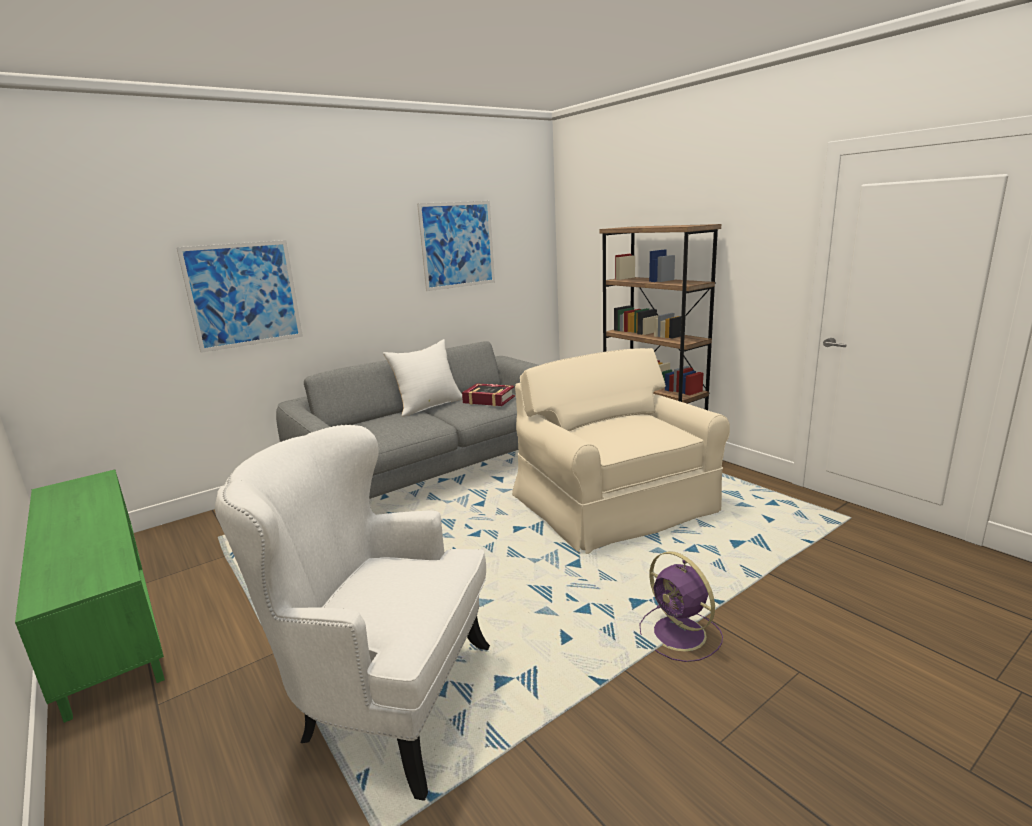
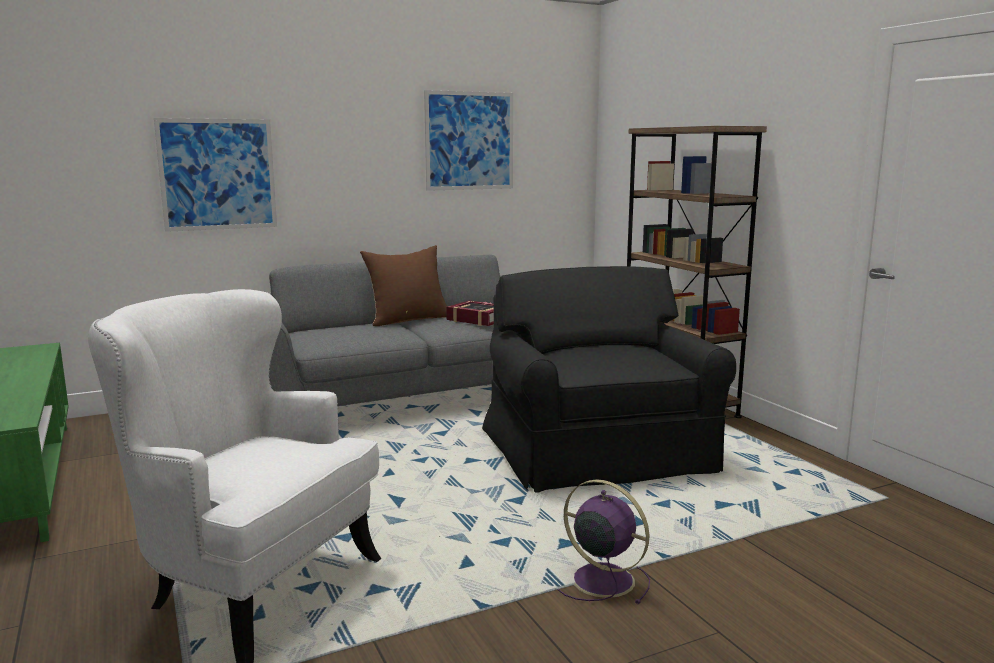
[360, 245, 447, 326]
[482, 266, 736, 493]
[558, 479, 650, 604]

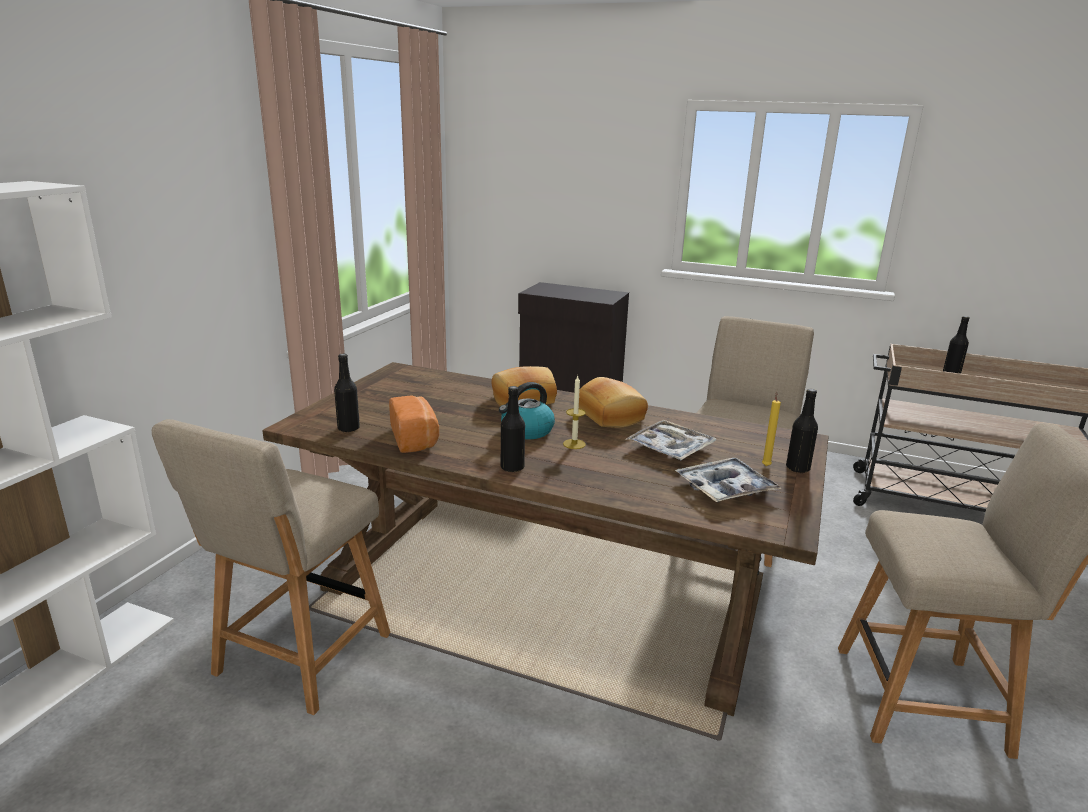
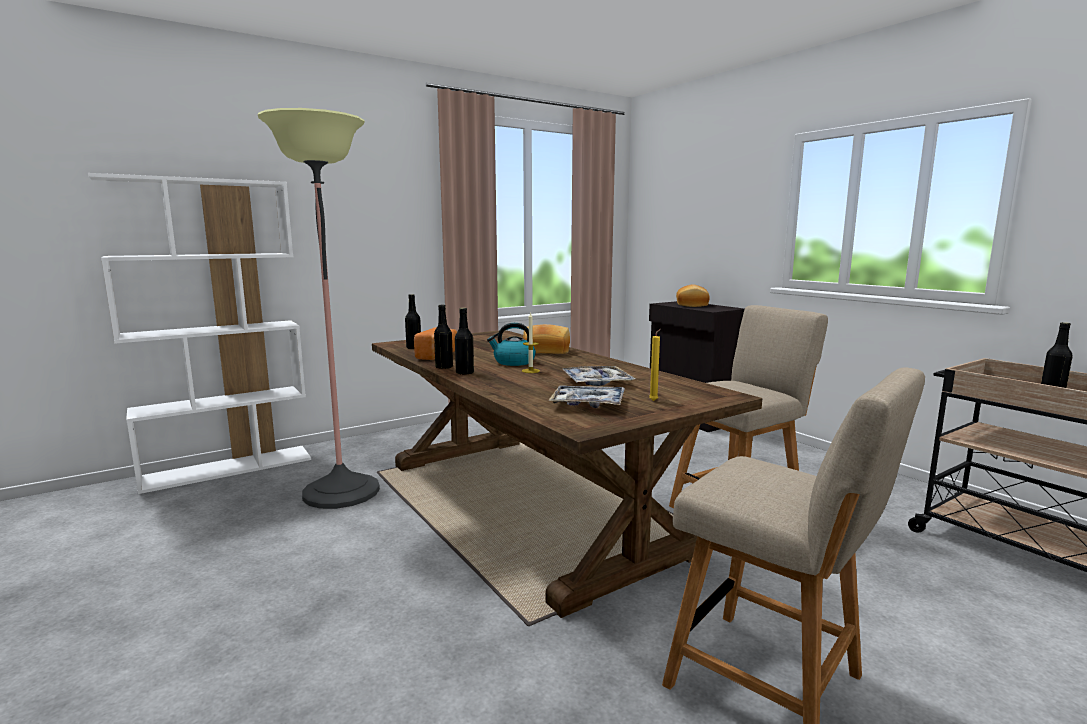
[676, 284, 710, 307]
[434, 305, 453, 369]
[258, 108, 380, 509]

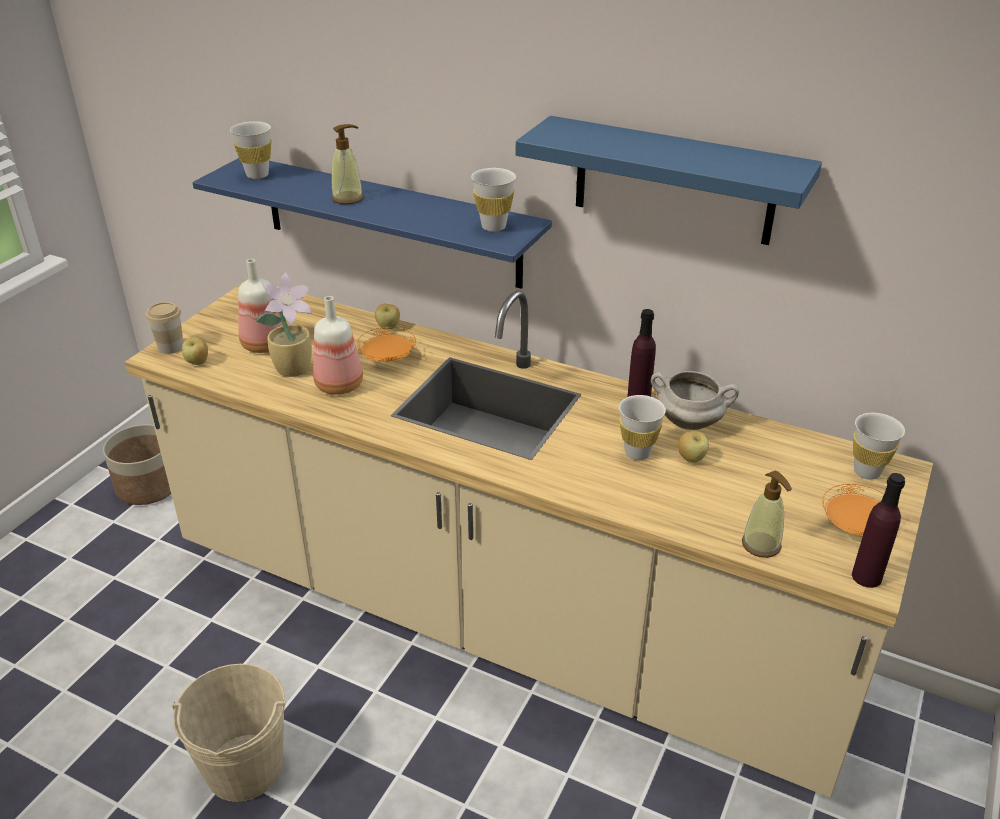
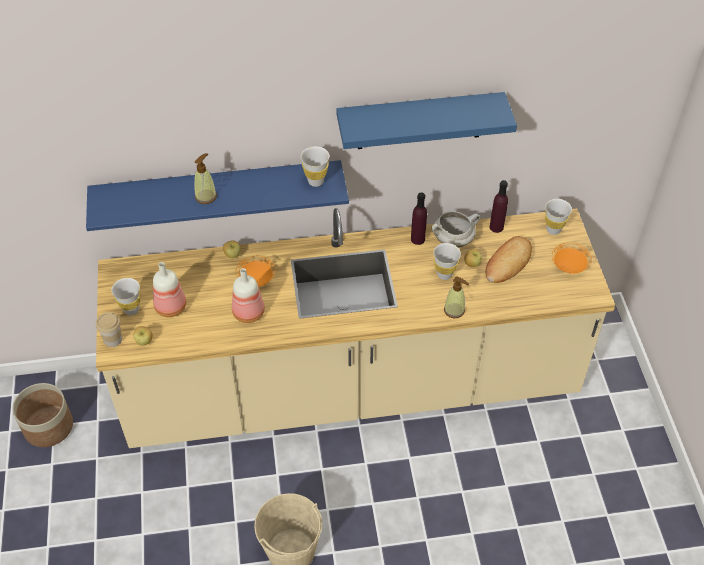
[111, 278, 140, 315]
[256, 272, 312, 377] (first image)
[444, 277, 469, 318]
[490, 180, 508, 233]
[485, 236, 532, 283]

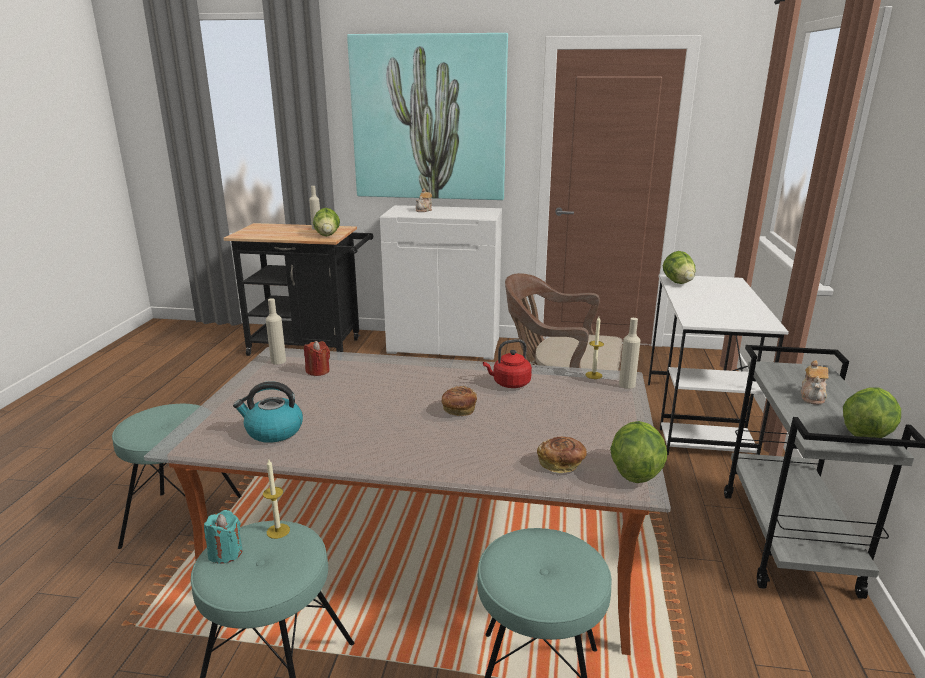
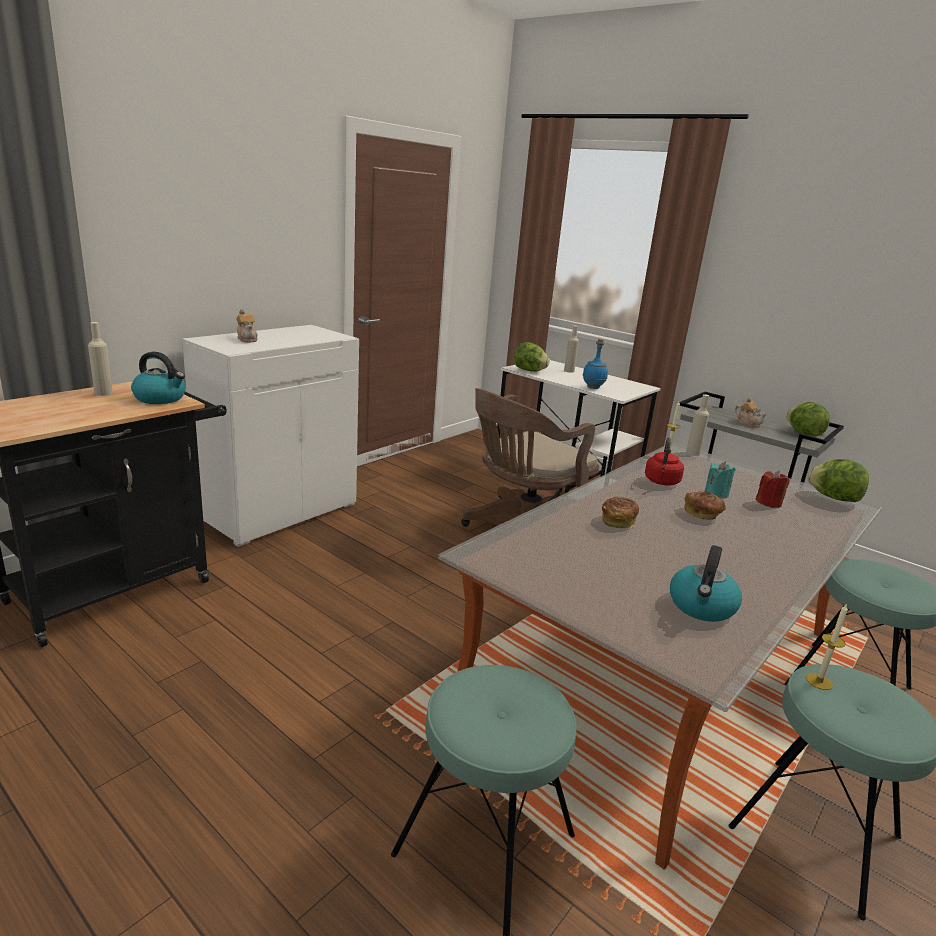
[347, 33, 508, 200] (first image)
[131, 352, 186, 404]
[564, 326, 579, 373]
[755, 471, 789, 508]
[602, 497, 639, 528]
[704, 461, 735, 498]
[583, 339, 608, 389]

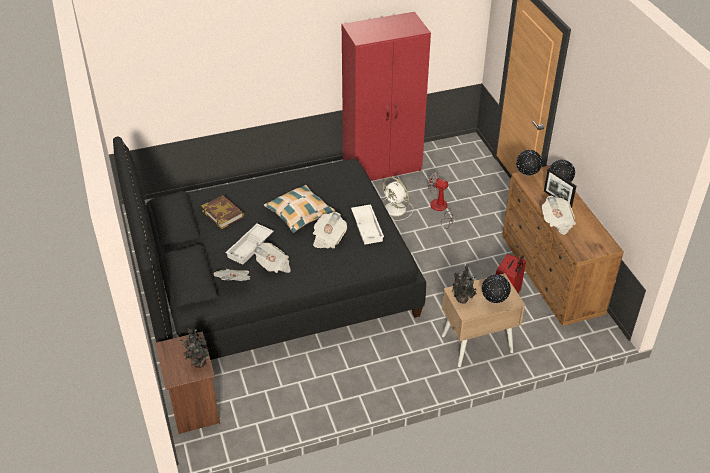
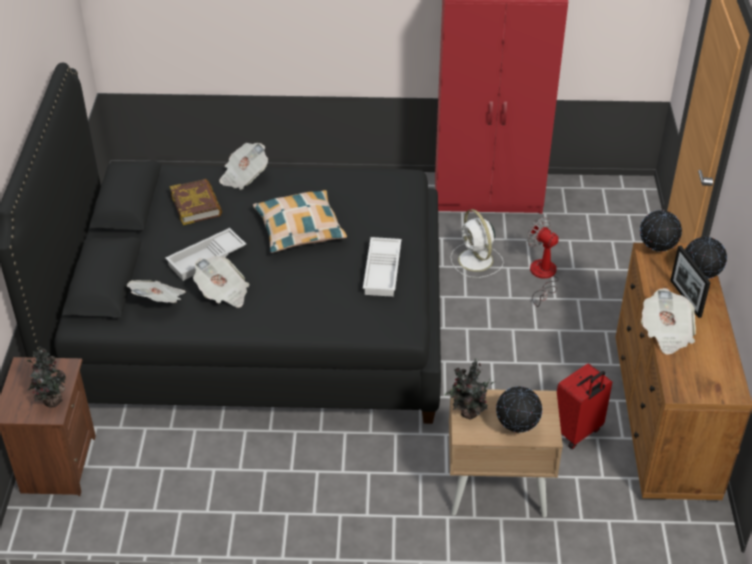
[219, 143, 268, 190]

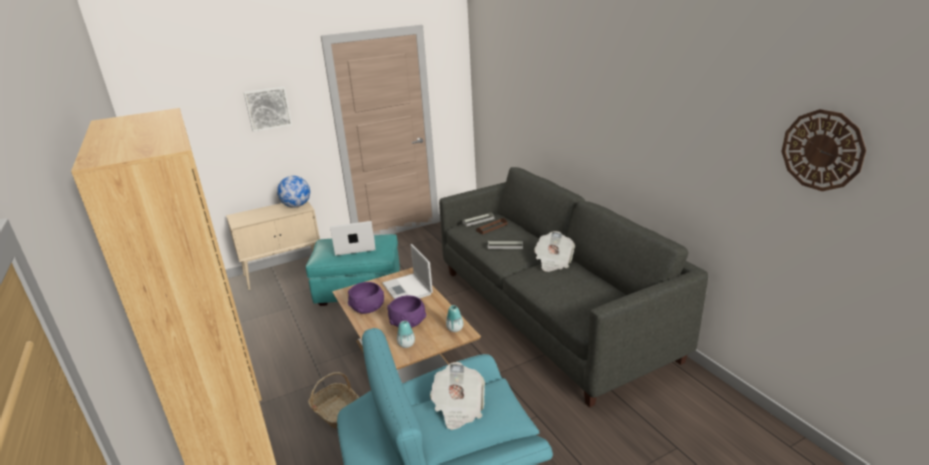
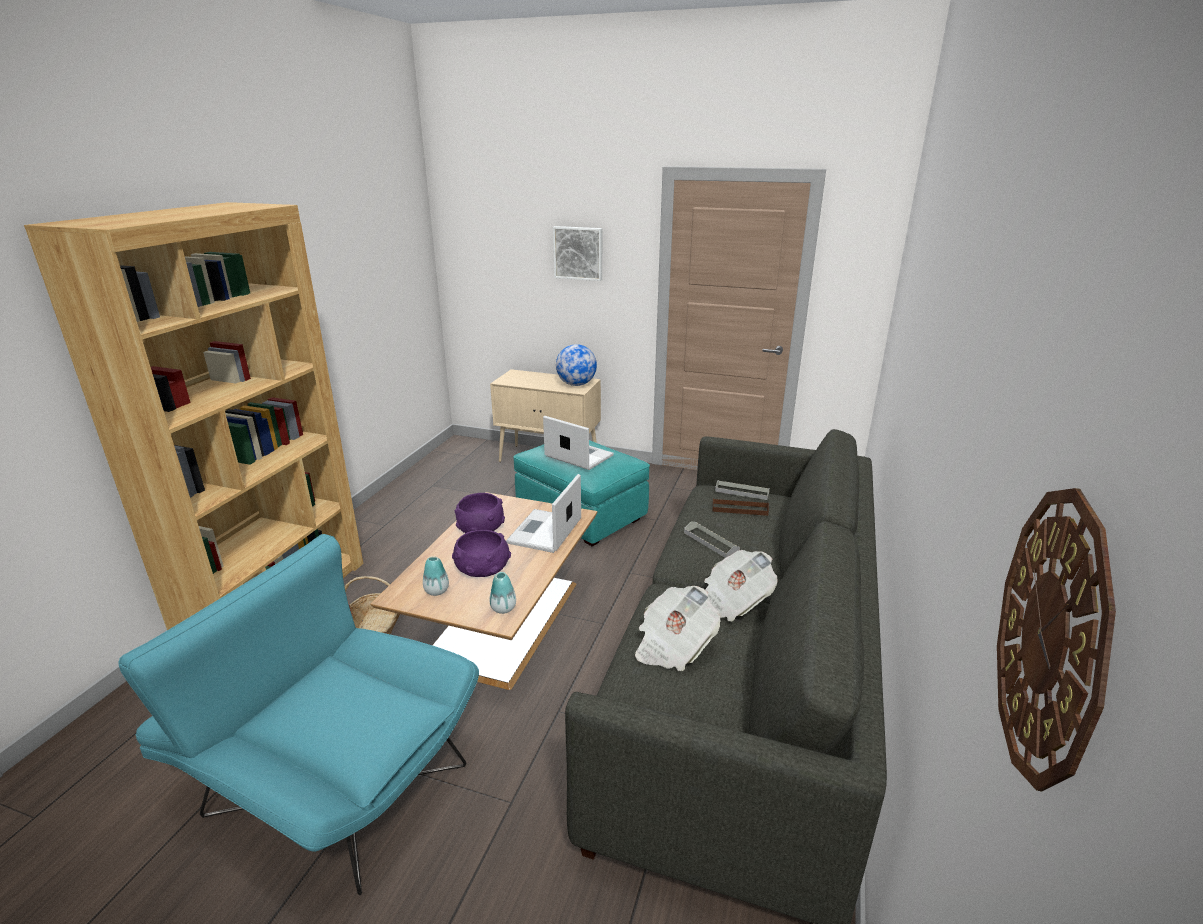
[635, 586, 720, 671]

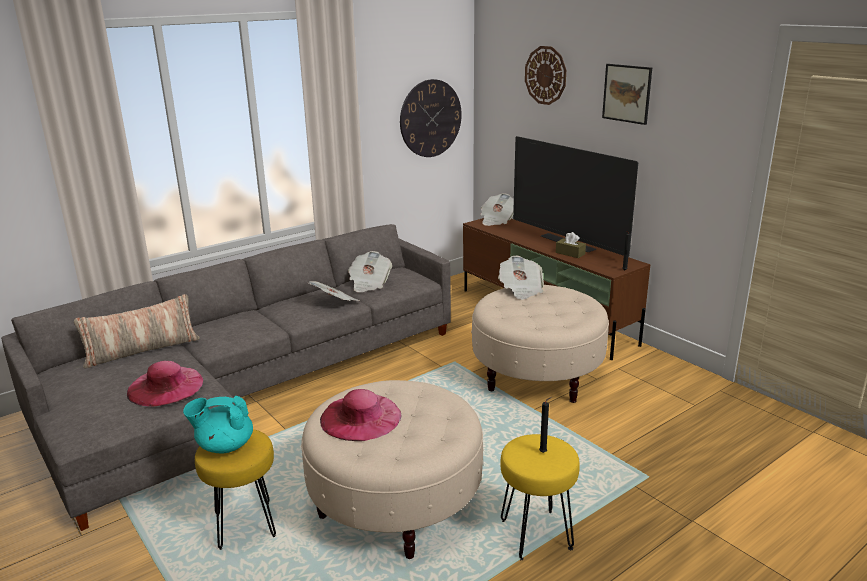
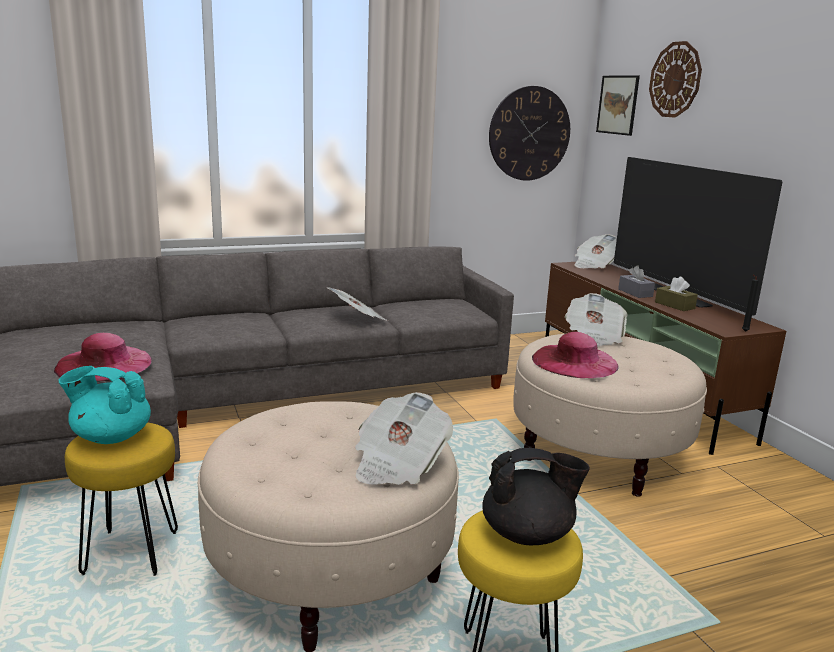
[596, 75, 640, 136]
[355, 392, 453, 485]
[74, 294, 200, 368] (first image)
[532, 332, 619, 378]
[482, 448, 590, 545]
[618, 265, 655, 298]

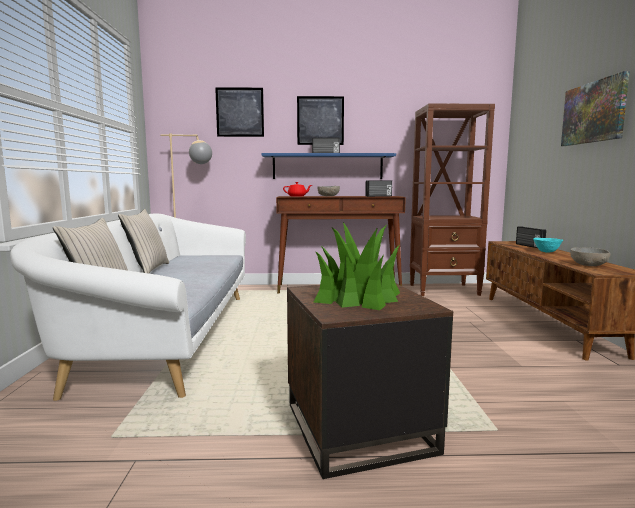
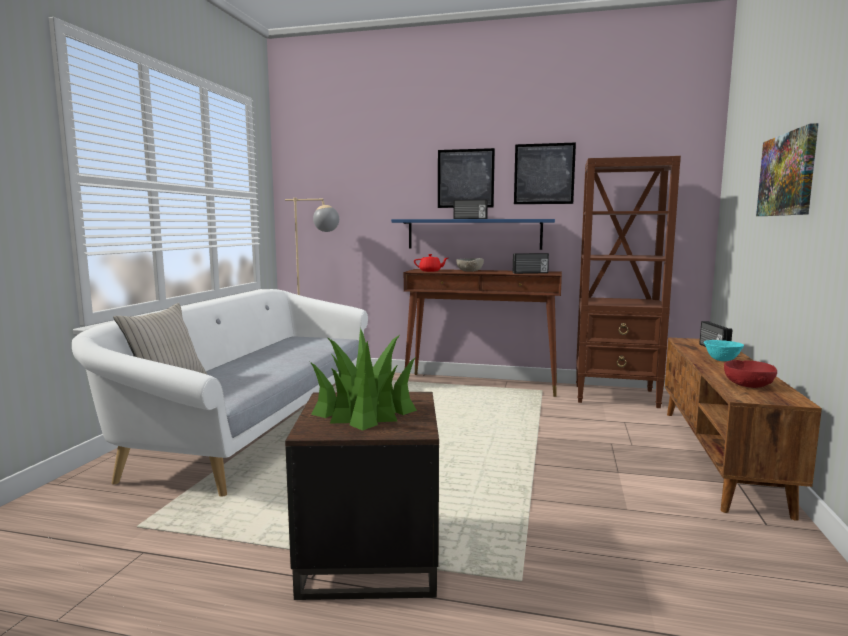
[514, 143, 576, 204]
[118, 209, 169, 273] (first image)
[724, 360, 777, 388]

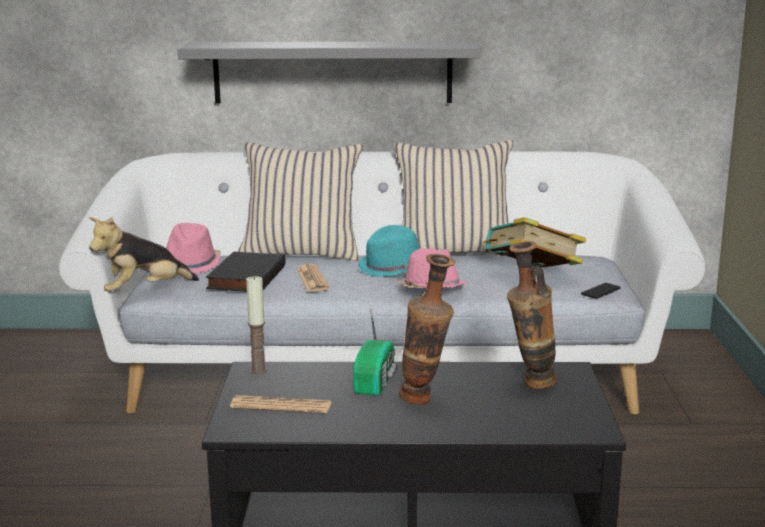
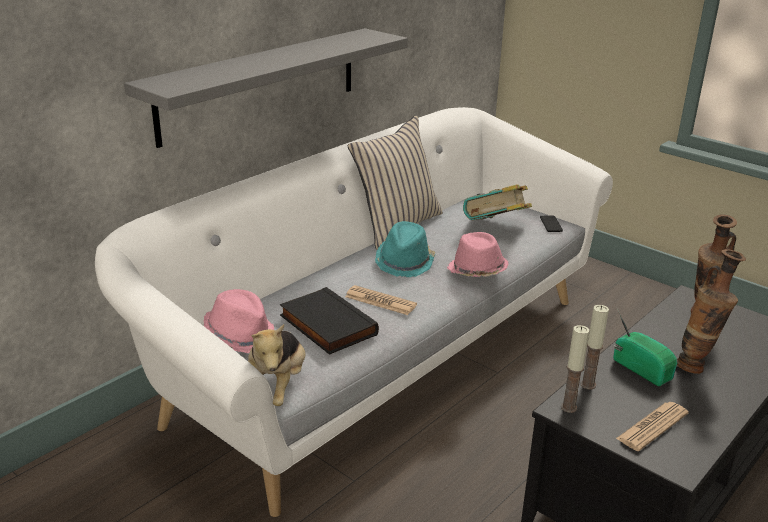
[238, 143, 363, 261] (first image)
[580, 305, 609, 390]

